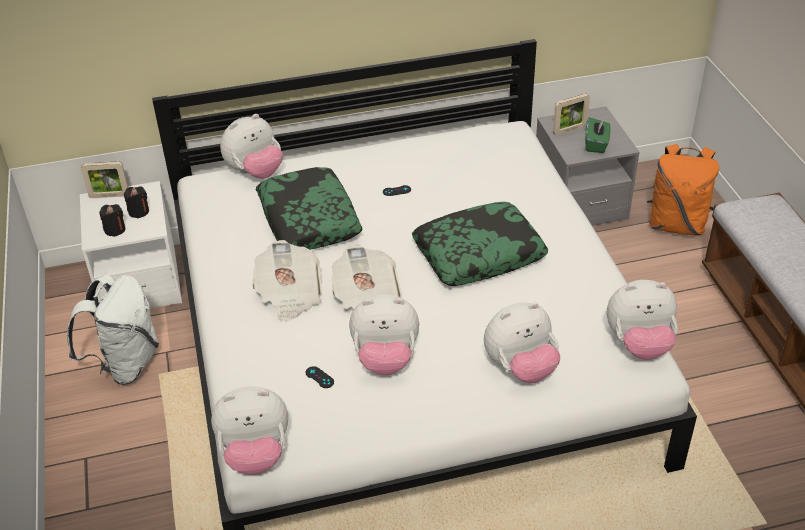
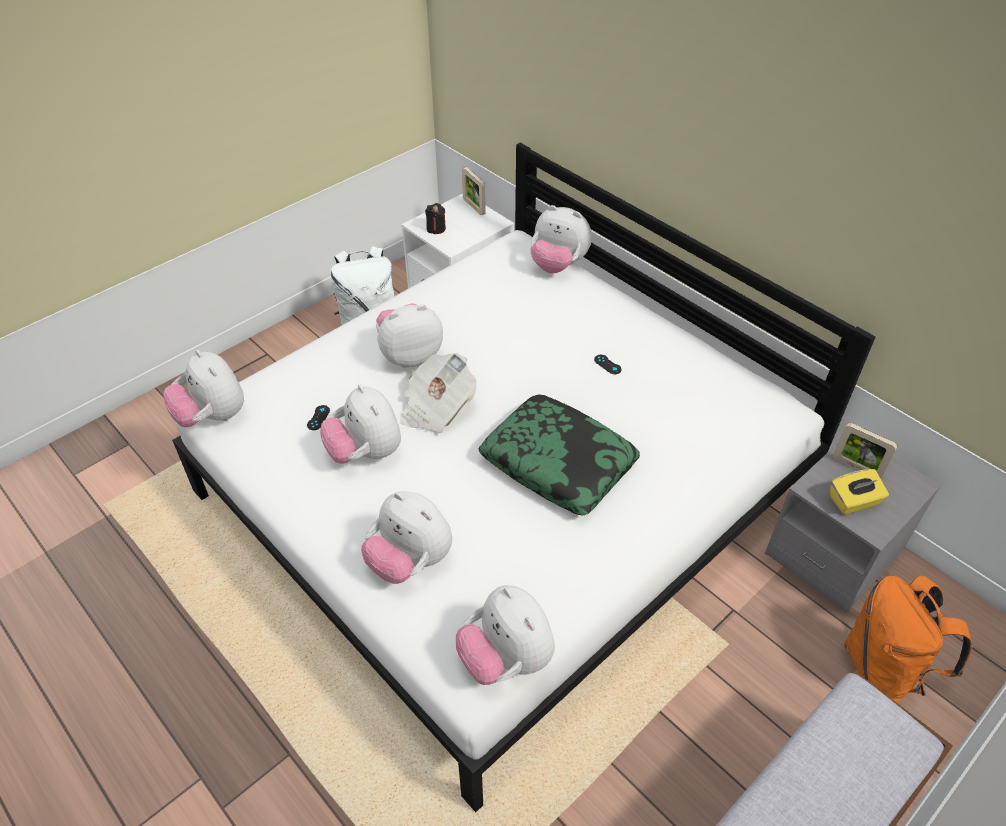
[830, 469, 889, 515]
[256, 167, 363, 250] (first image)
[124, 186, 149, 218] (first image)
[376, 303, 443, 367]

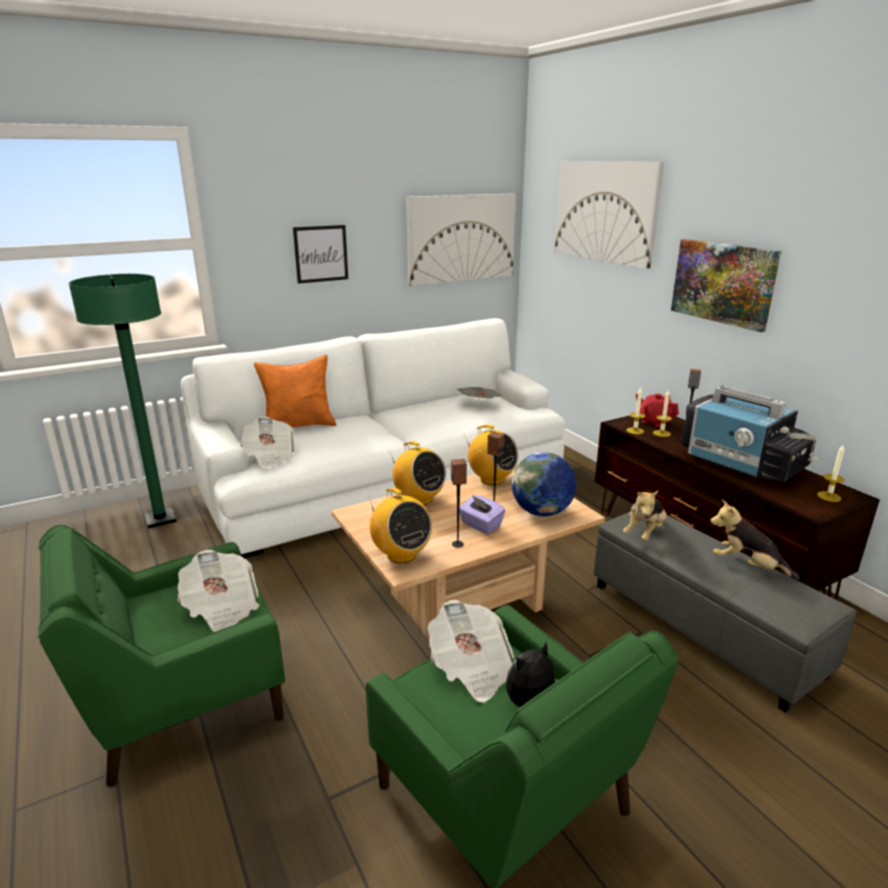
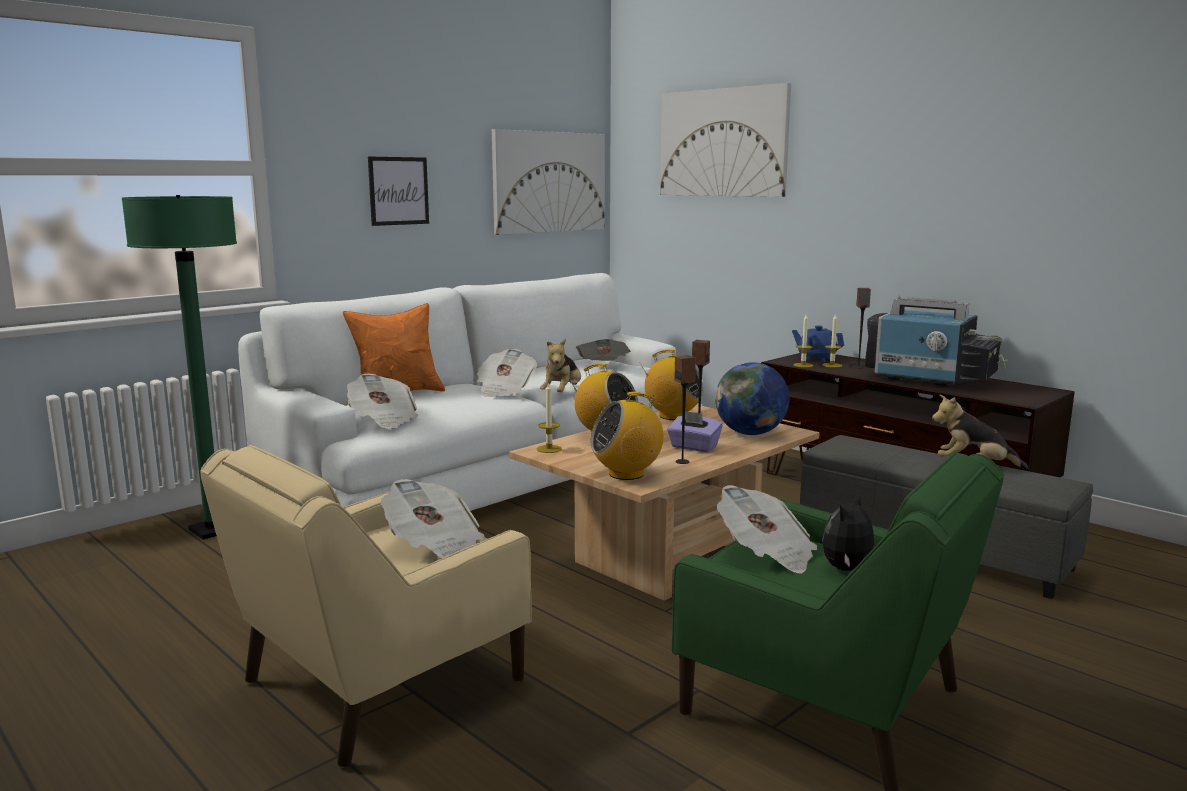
[671, 239, 781, 332] (first image)
[792, 326, 844, 362]
[537, 382, 562, 453]
[590, 392, 663, 480]
[540, 339, 581, 392]
[200, 445, 532, 767]
[476, 349, 537, 397]

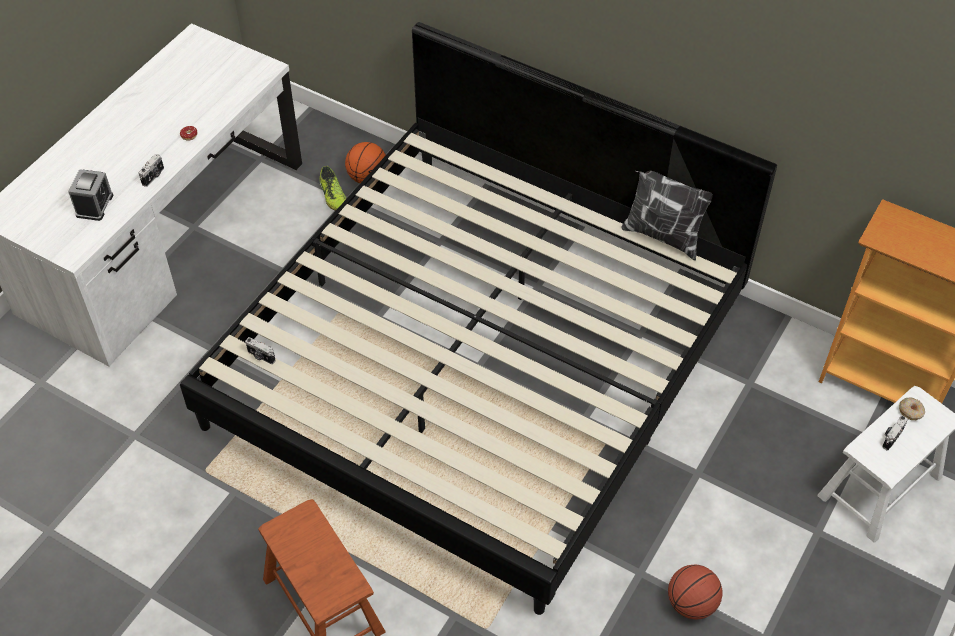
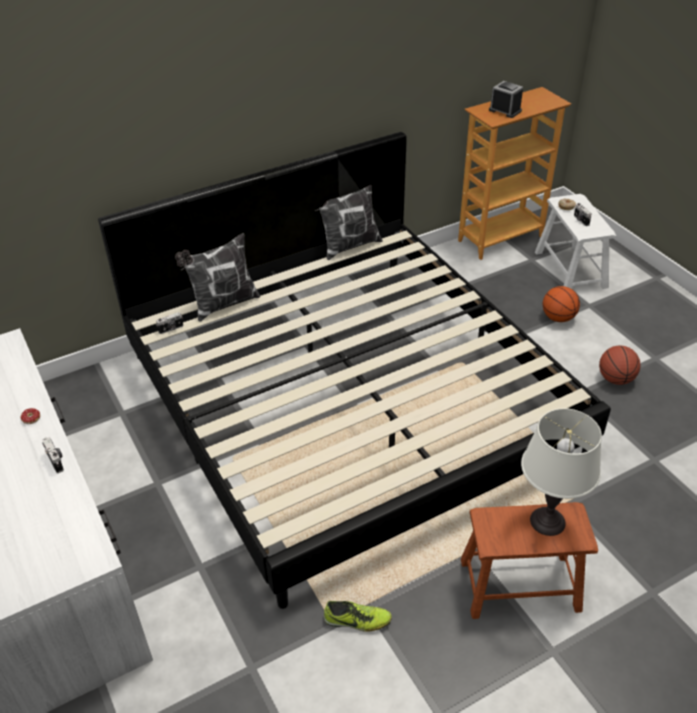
[543, 286, 580, 322]
[324, 601, 392, 632]
[489, 81, 523, 118]
[156, 312, 183, 334]
[175, 233, 260, 322]
[521, 408, 602, 536]

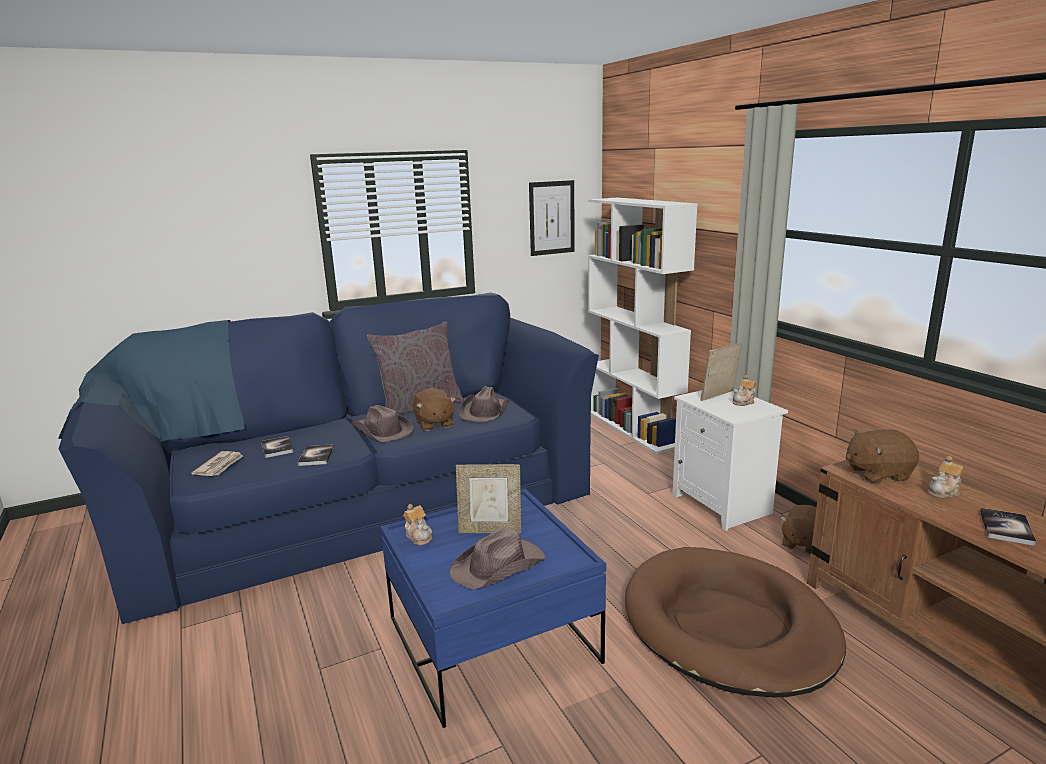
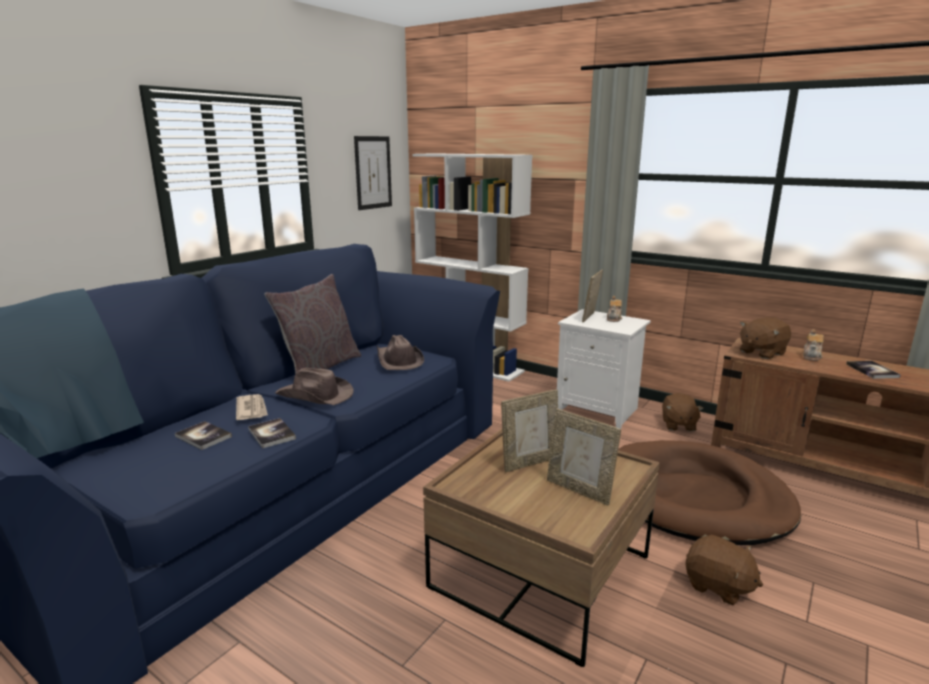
[685, 535, 763, 605]
[236, 394, 268, 420]
[423, 429, 660, 667]
[403, 504, 432, 545] (first image)
[547, 408, 621, 506]

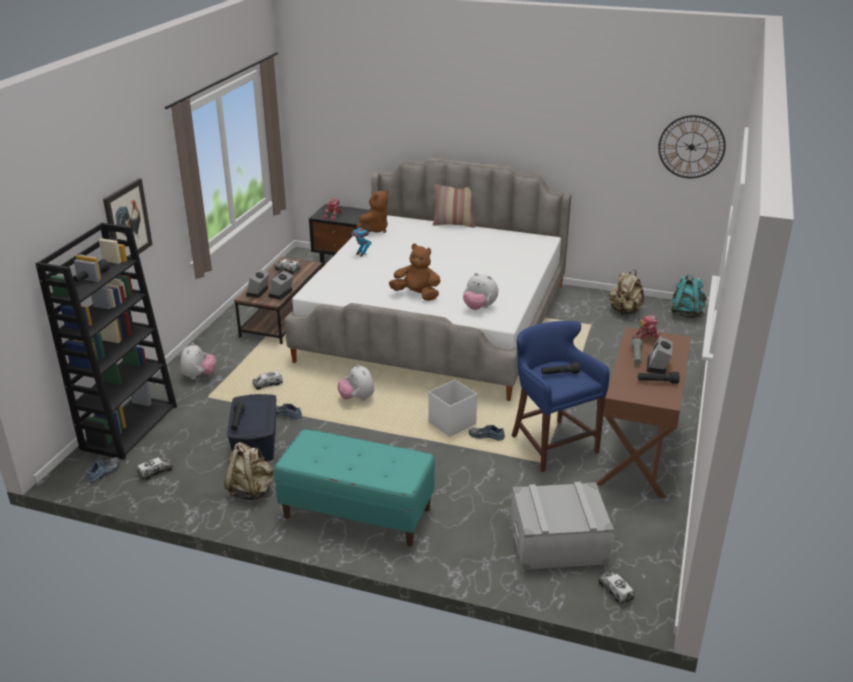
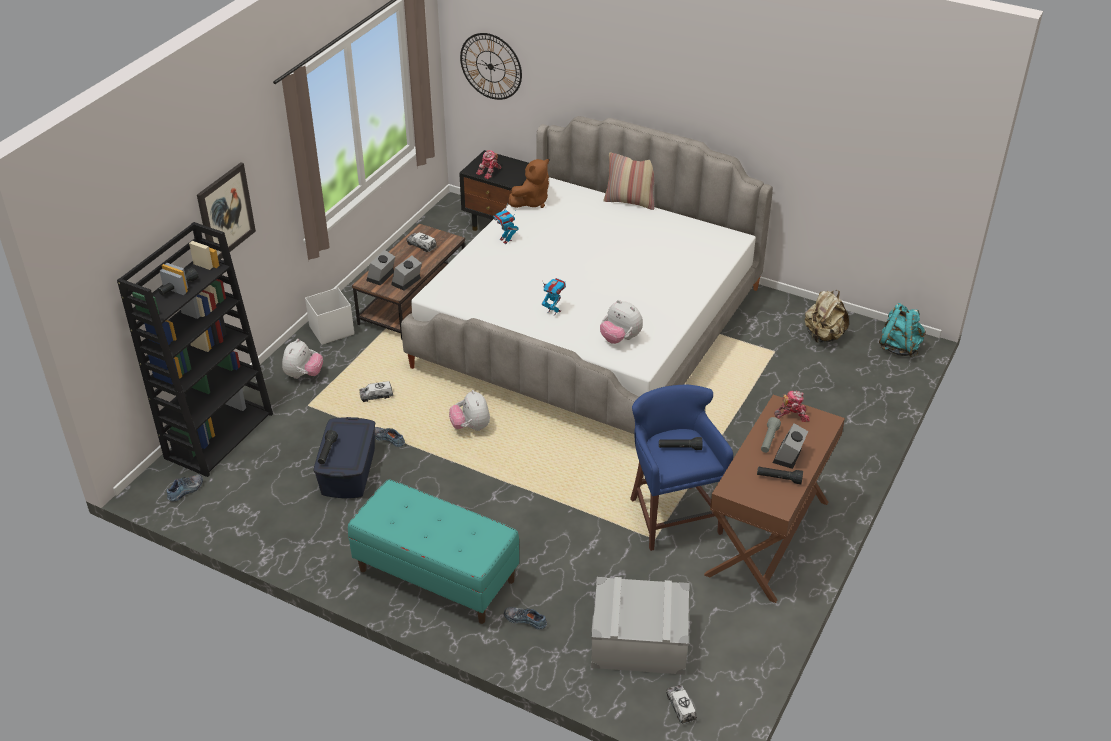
[460, 33, 522, 100]
[542, 278, 566, 315]
[305, 288, 354, 345]
[504, 607, 547, 629]
[224, 442, 274, 500] (first image)
[137, 457, 173, 480] (first image)

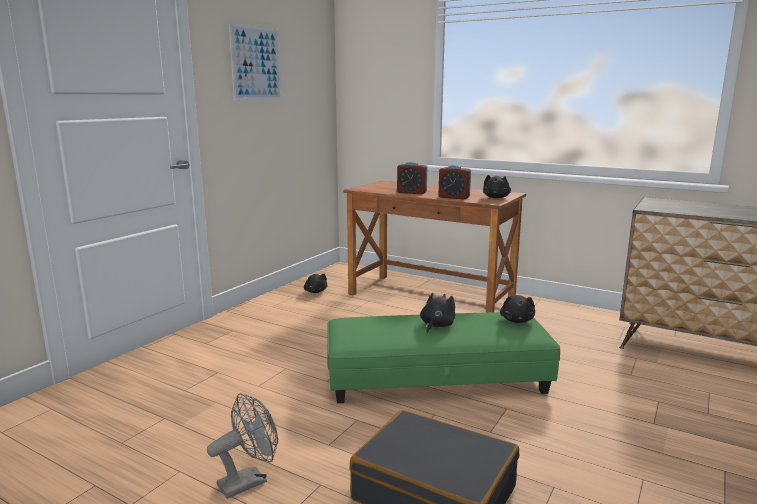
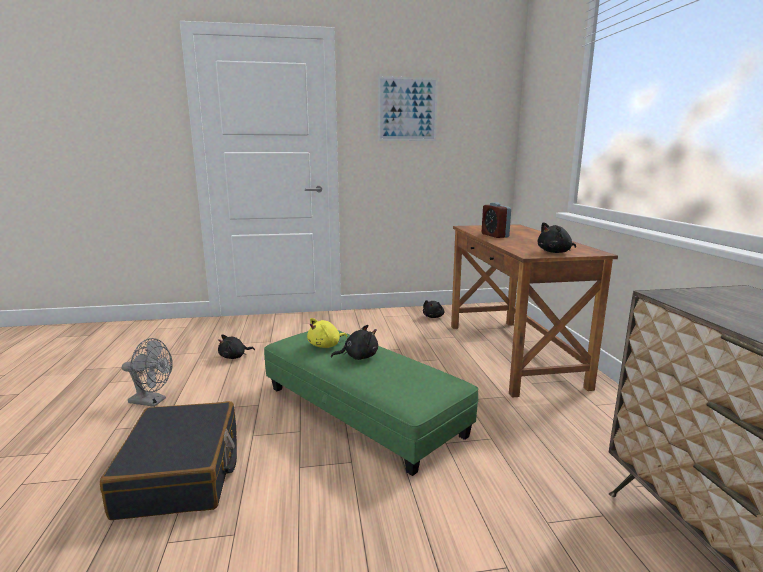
[438, 165, 471, 199] (first image)
[218, 334, 255, 359]
[307, 318, 347, 348]

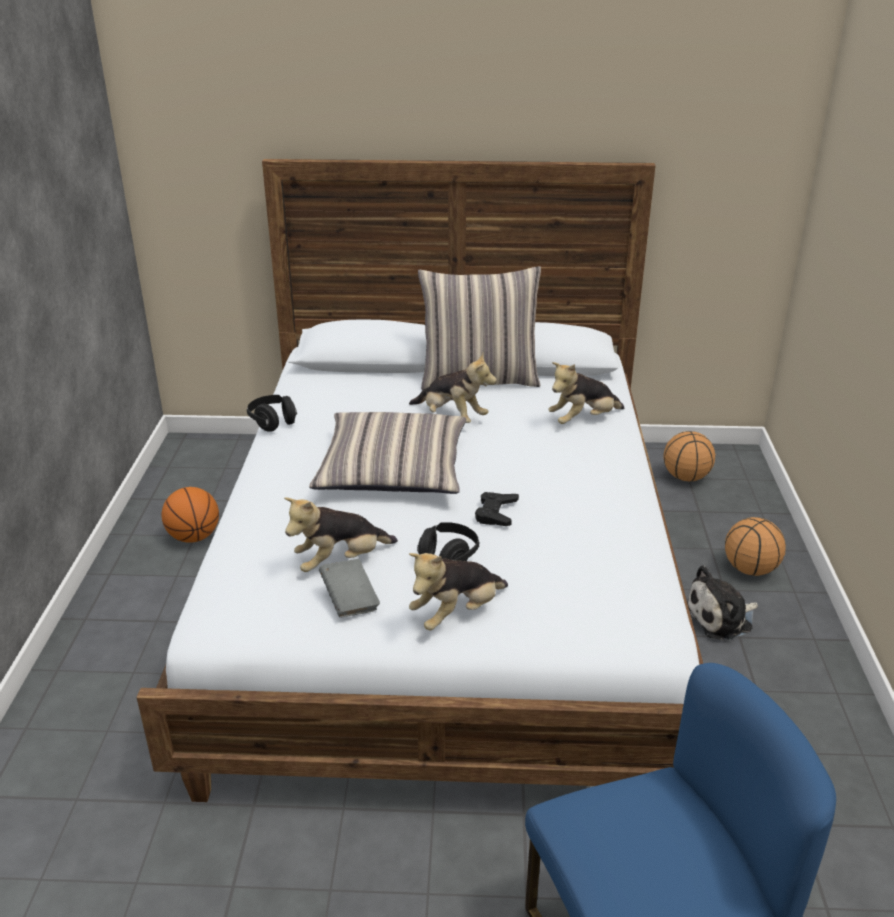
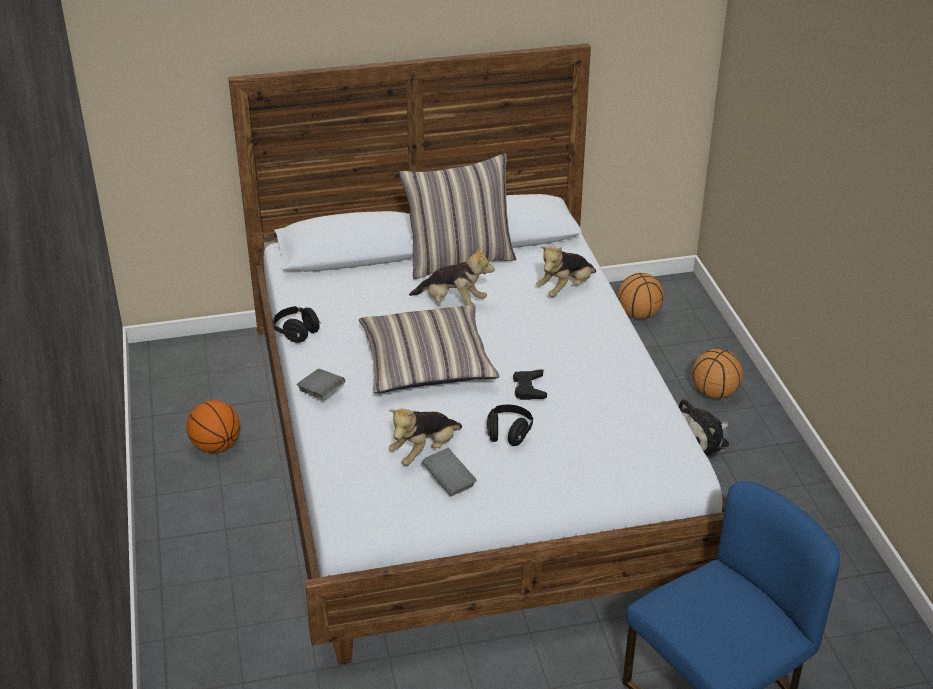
[409, 553, 508, 630] (first image)
[296, 369, 346, 400]

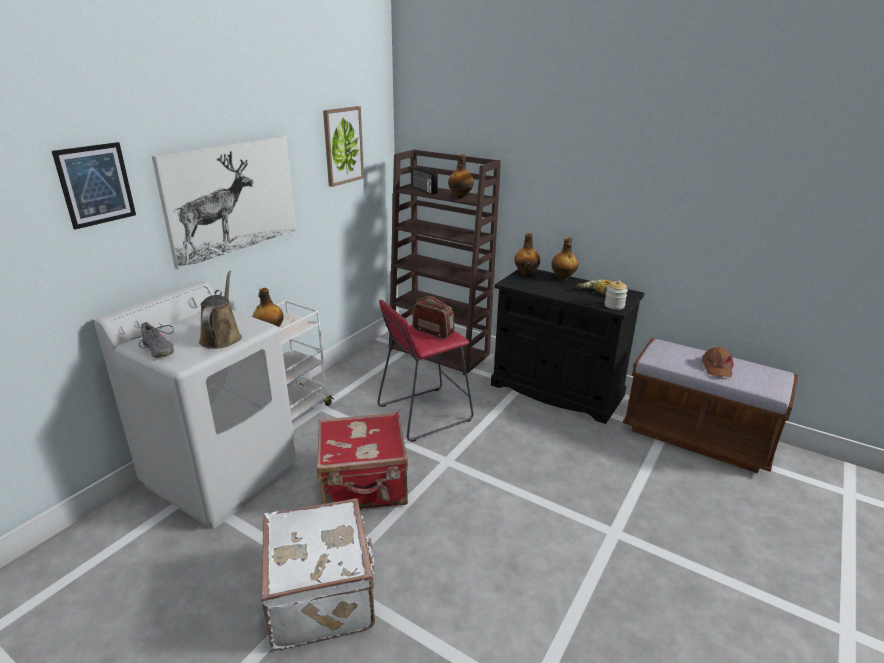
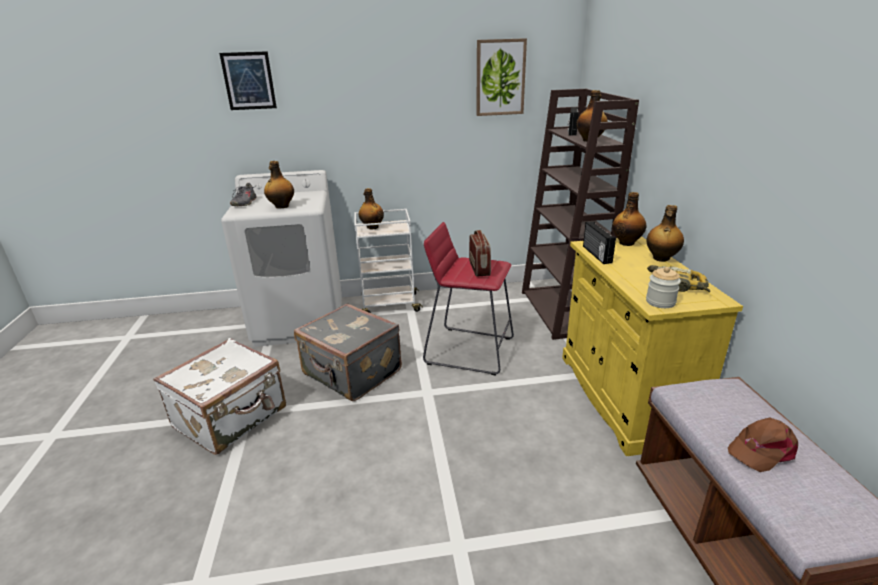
[152, 135, 296, 270] (first image)
[562, 236, 743, 456]
[264, 161, 294, 209]
[294, 303, 402, 401]
[583, 222, 616, 264]

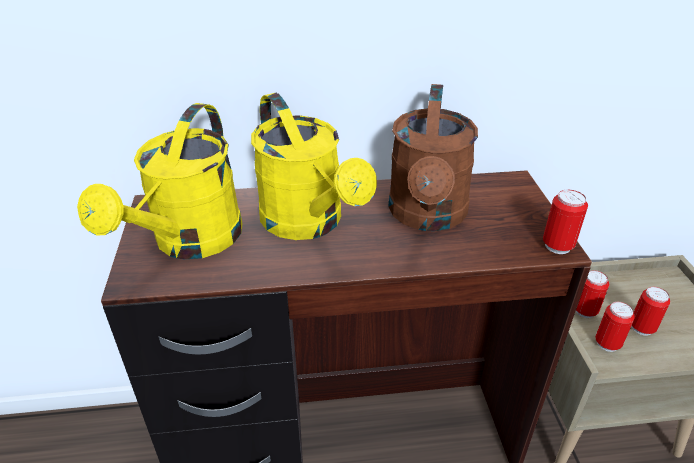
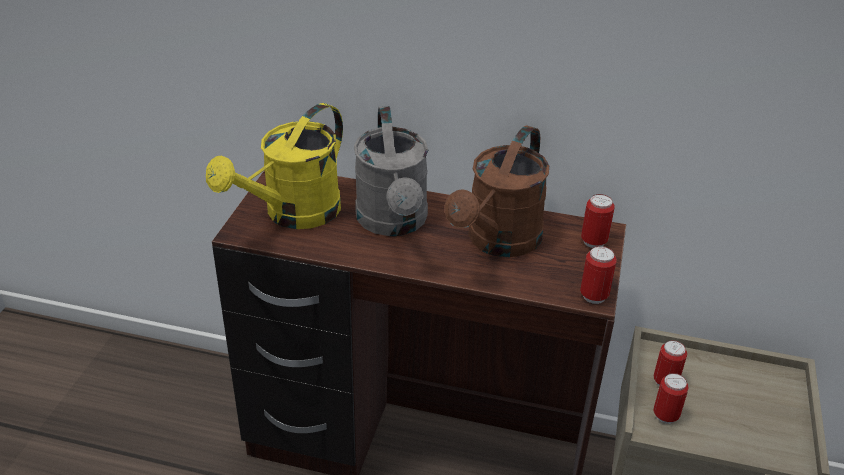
[354, 106, 428, 236]
[581, 194, 615, 248]

